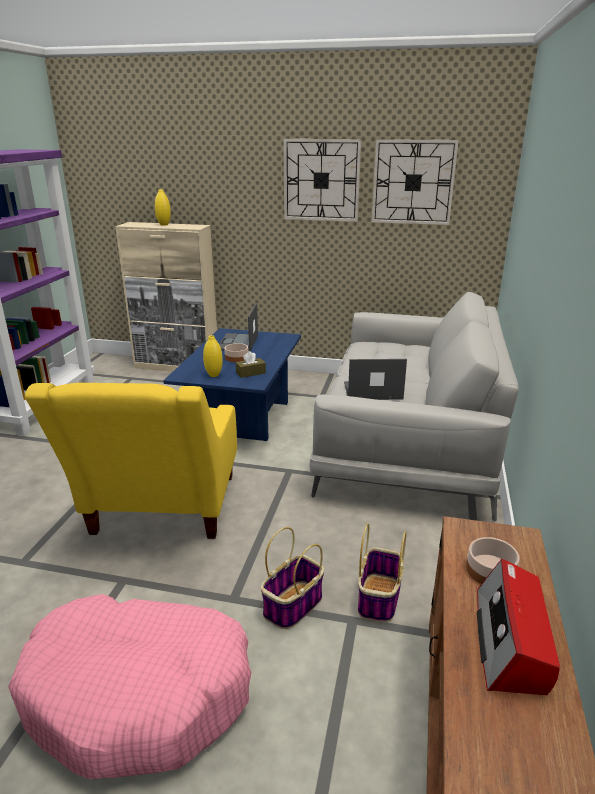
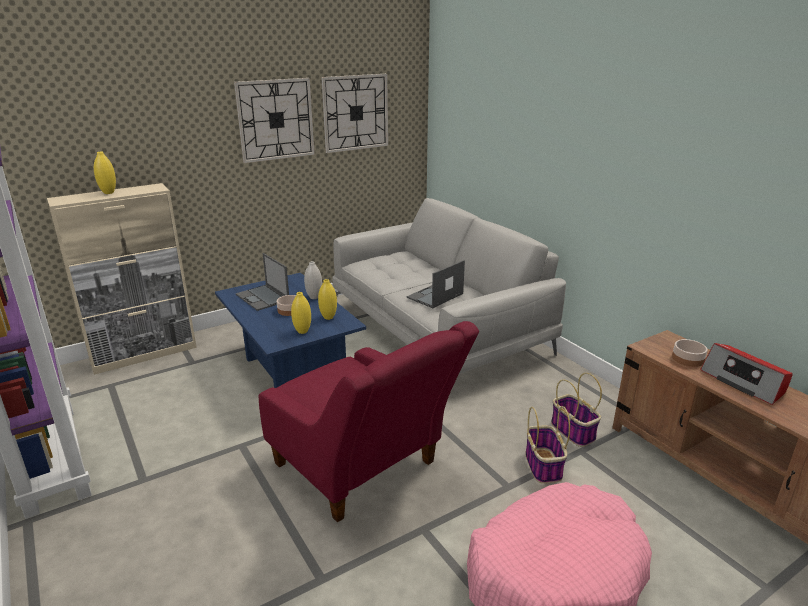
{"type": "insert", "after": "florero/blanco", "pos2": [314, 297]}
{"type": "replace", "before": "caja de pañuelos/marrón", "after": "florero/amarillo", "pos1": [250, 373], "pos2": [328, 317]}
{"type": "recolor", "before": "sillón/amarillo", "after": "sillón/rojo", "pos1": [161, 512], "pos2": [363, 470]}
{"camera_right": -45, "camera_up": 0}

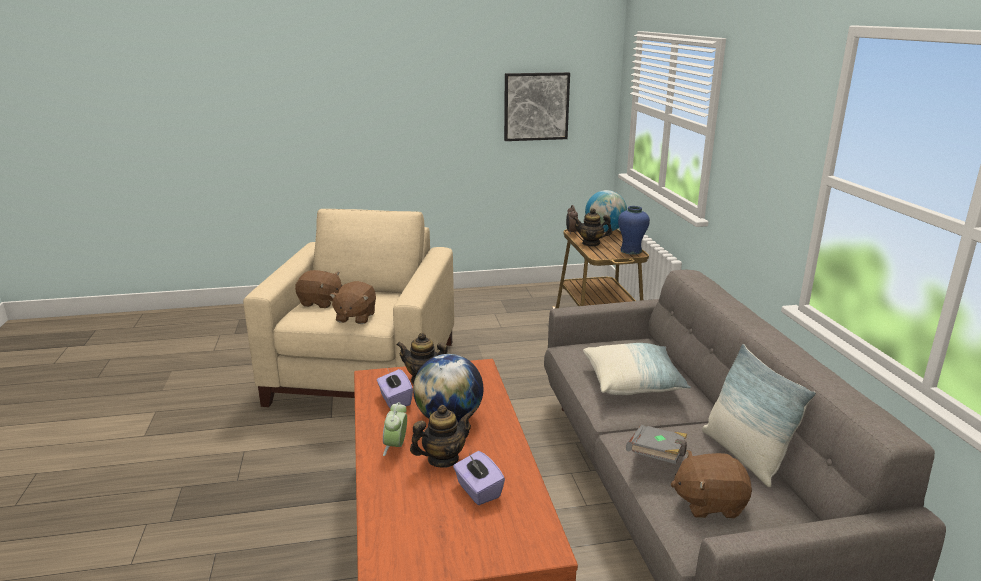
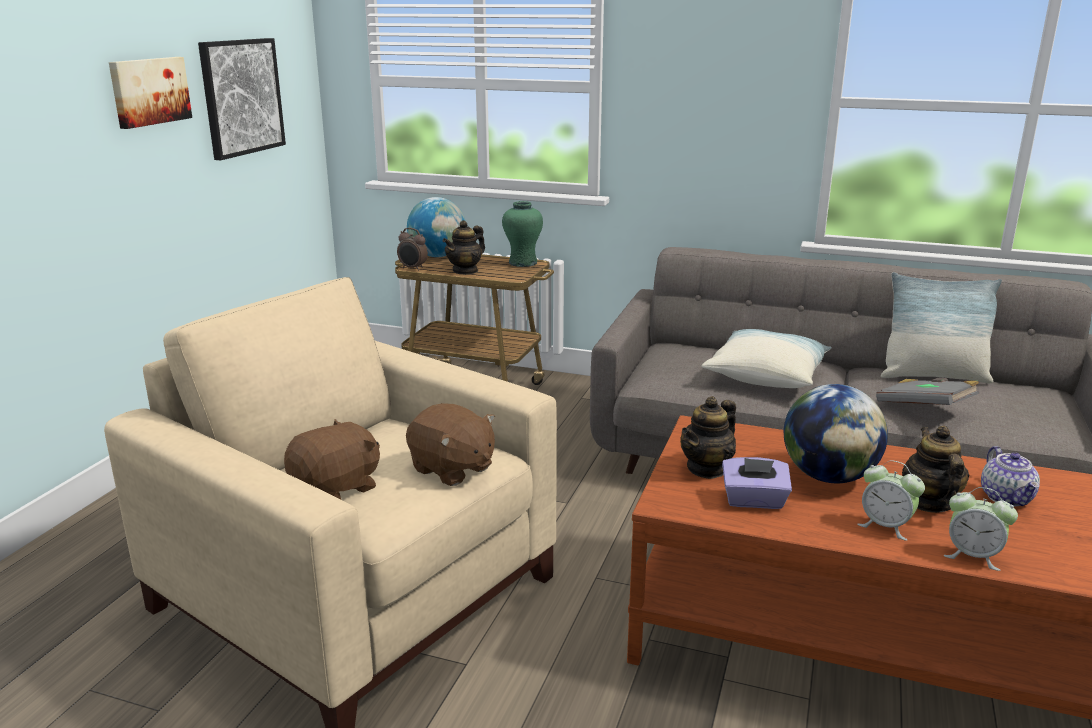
{"type": "delete", "before": "peluche/marrón", "pos1": [709, 503]}
{"type": "insert", "after": "cuadro", "pos2": [149, 91]}
{"type": "insert", "after": "despertador", "pos2": [972, 556]}
{"type": "replace", "before": "caja de pañuelos/morado", "after": "tetera", "pos1": [478, 491], "pos2": [1007, 498]}
{"type": "recolor", "before": "florero/azul", "after": "florero/verde", "pos1": [631, 251], "pos2": [522, 263]}
{"camera_right": -60, "camera_up": 0}

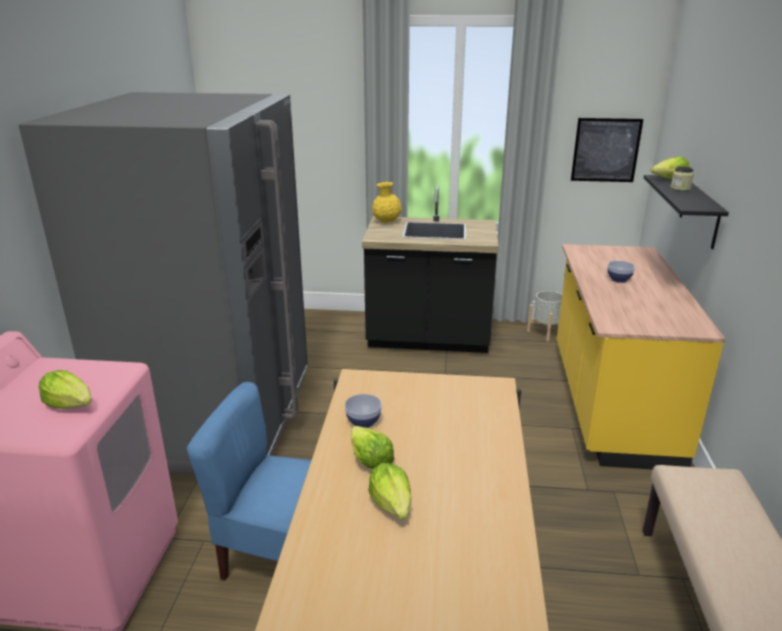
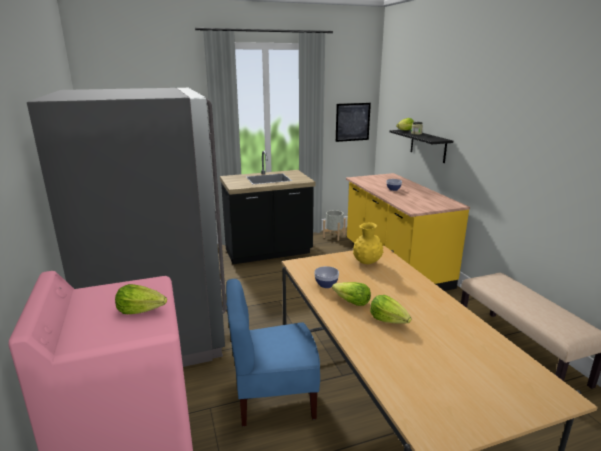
{"type": "move", "before": "florero/amarillo", "pos1": [386, 222], "pos2": [367, 263]}
{"camera_right": -25, "camera_up": -5}

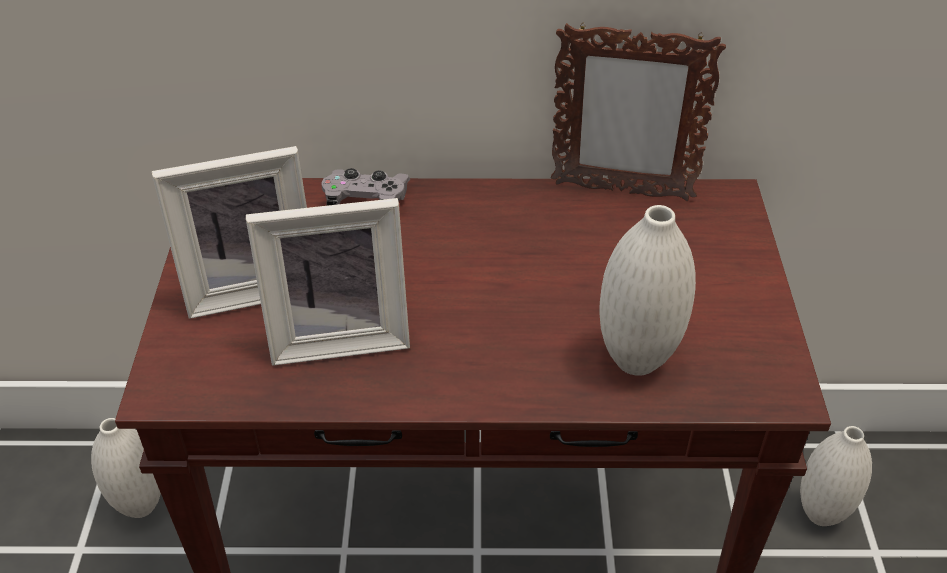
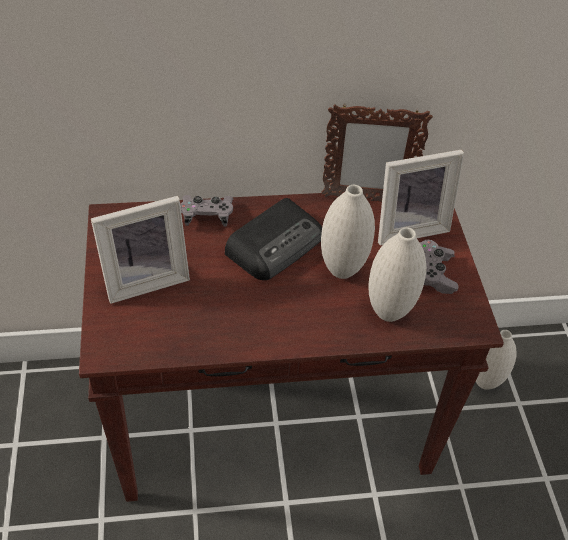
{"type": "insert", "after": "radio", "pos2": [276, 244]}
{"type": "insert", "after": "mando de consola/gris", "pos2": [433, 274]}
{"type": "move", "before": "florero/blanco", "pos1": [140, 506], "pos2": [342, 270]}
{"type": "move", "before": "portarretratos", "pos1": [339, 335], "pos2": [408, 227]}
{"camera_right": -10, "camera_up": 5}

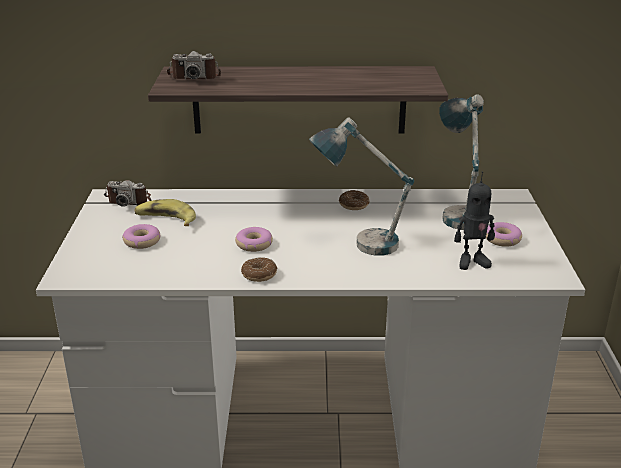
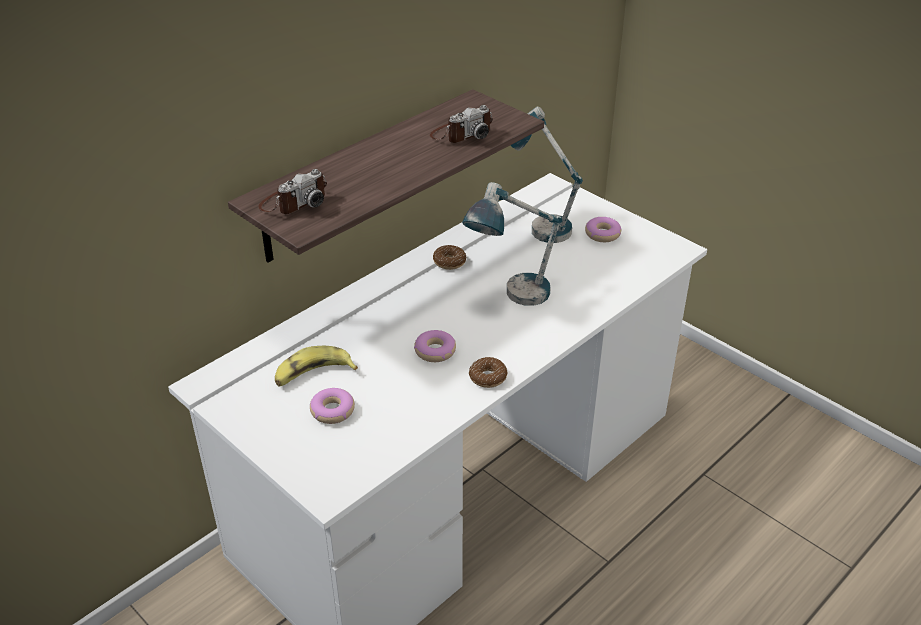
{"type": "delete", "before": "robot de juguete", "pos1": [472, 262]}
{"type": "move", "before": "cámara", "pos1": [130, 200], "pos2": [461, 133]}
{"camera_right": -45, "camera_up": 10}

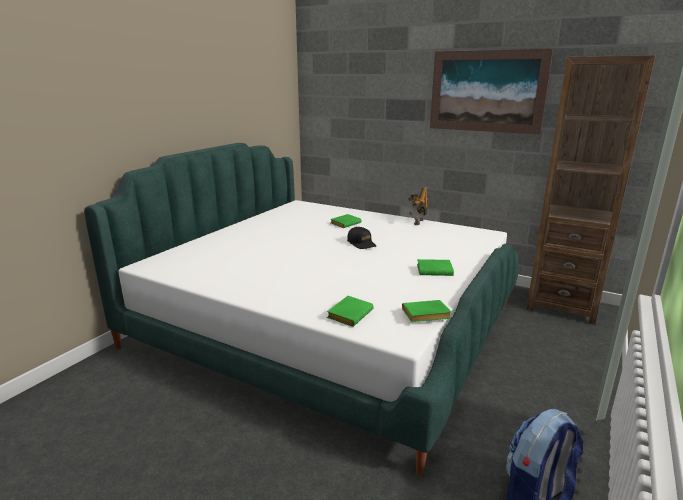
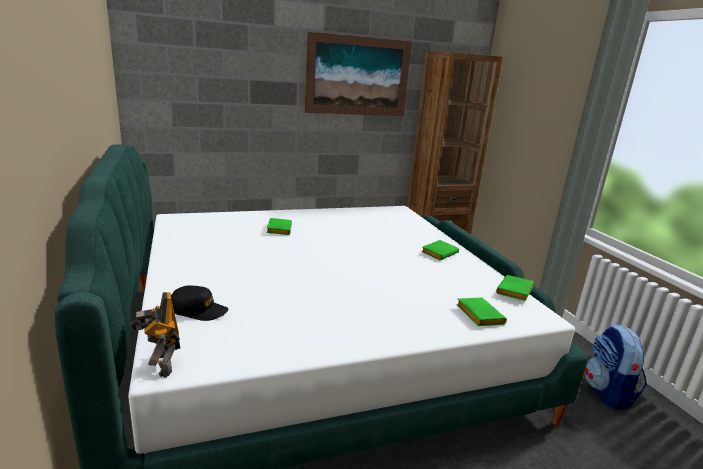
{"type": "move", "before": "gorra/negro", "pos1": [361, 243], "pos2": [198, 310]}
{"type": "move", "before": "robot de juguete", "pos1": [417, 222], "pos2": [162, 365]}
{"camera_right": -50, "camera_up": 0}

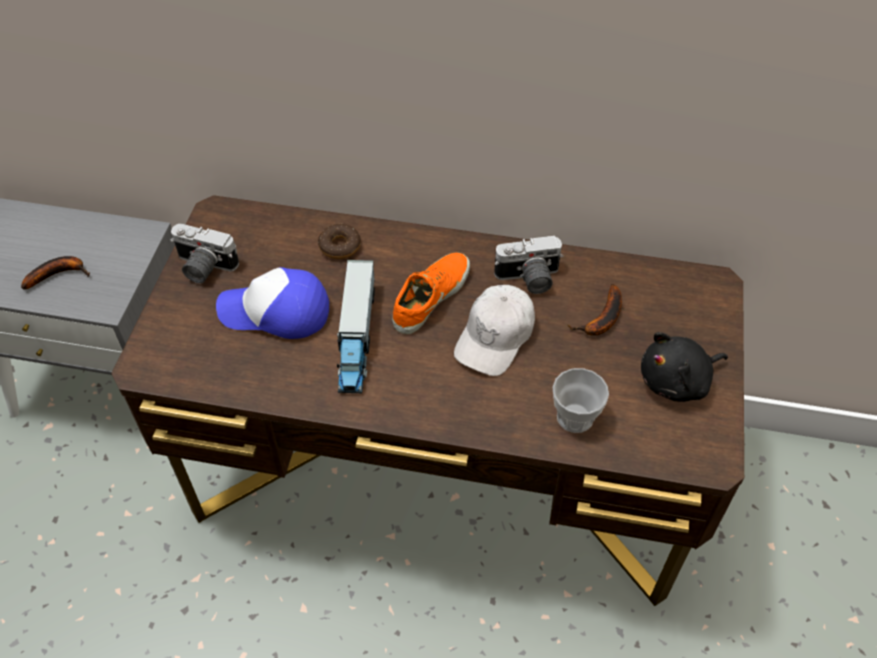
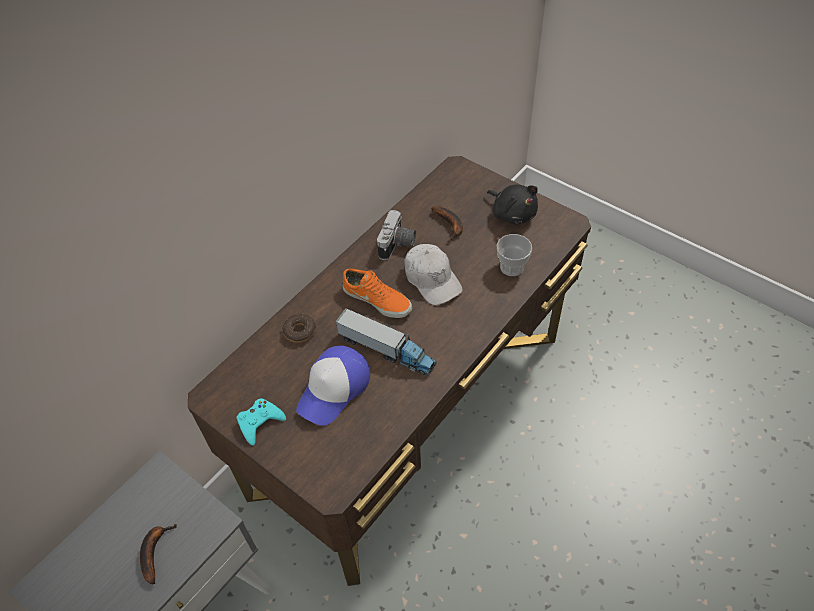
{"type": "replace", "before": "cámara", "after": "mando de consola/turquesa", "pos1": [202, 267], "pos2": [260, 422]}
{"type": "rotate", "before": "zapato/naranja", "pos1": [429, 296], "pos2": [378, 299], "turn": 150}
{"type": "rotate", "before": "peluche/negro", "pos1": [677, 381], "pos2": [512, 213], "turn": -45}
{"camera_right": -60, "camera_up": 0}

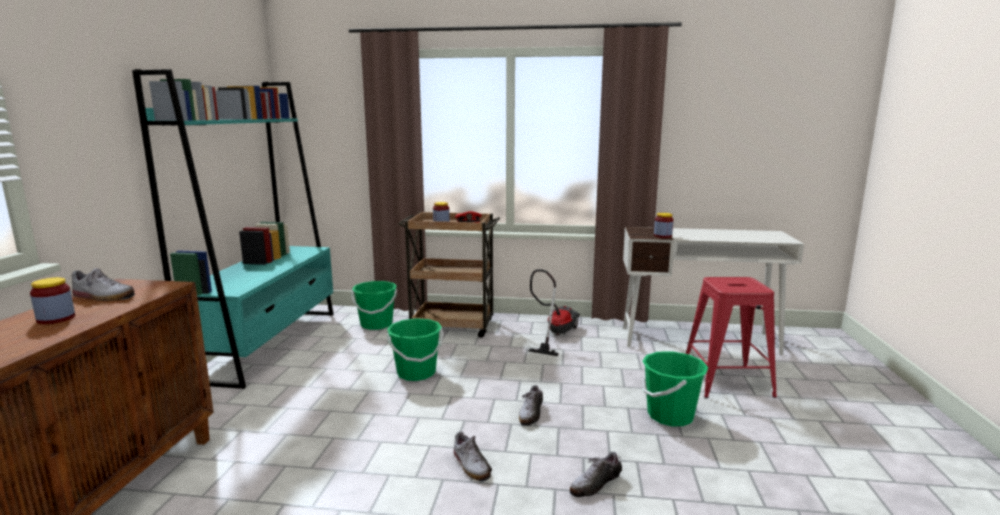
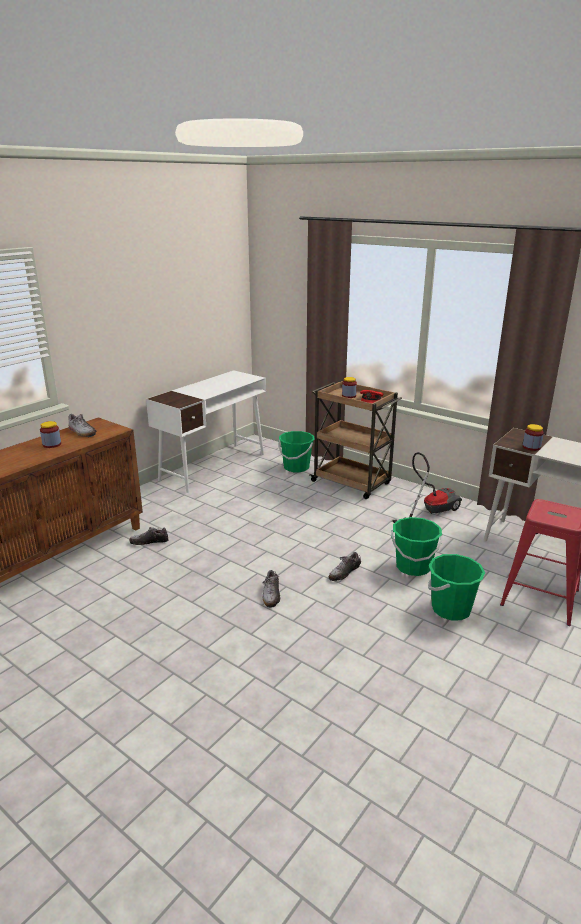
{"type": "move", "before": "cubo/verde", "pos1": [416, 373], "pos2": [413, 567]}
{"type": "move", "before": "zapato", "pos1": [595, 484], "pos2": [149, 542]}
{"type": "replace", "before": "estantería/turquesa", "after": "escritorio/blanco", "pos1": [269, 344], "pos2": [213, 466]}
{"camera_right": 30, "camera_up": 10}

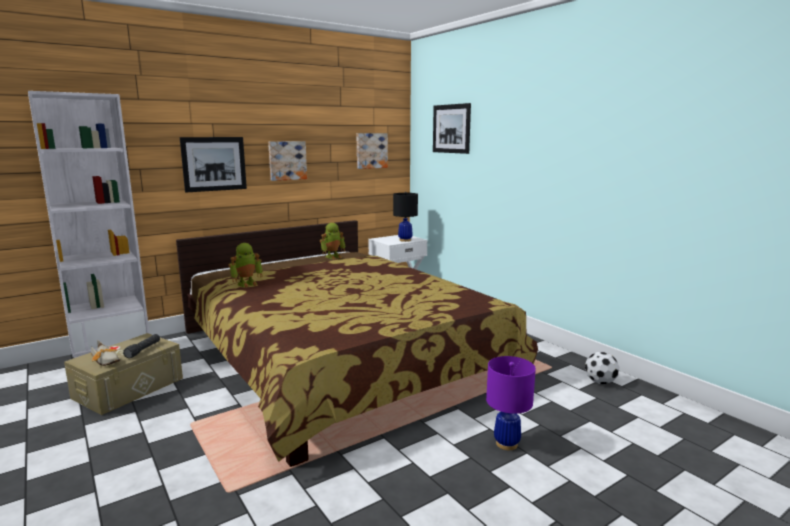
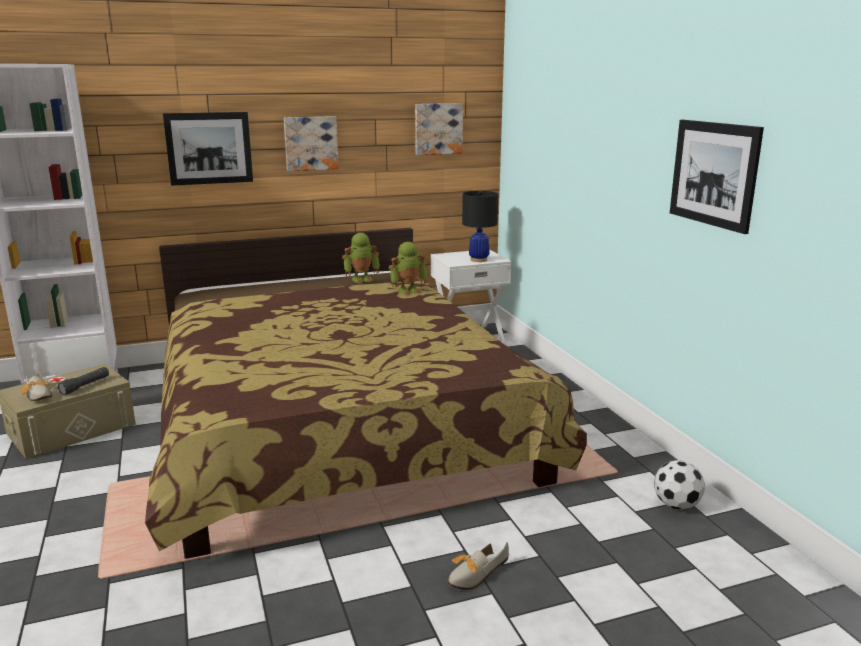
{"type": "move", "before": "robot de juguete", "pos1": [247, 283], "pos2": [408, 290]}
{"type": "move", "before": "cuadro", "pos1": [451, 128], "pos2": [713, 174]}
{"type": "replace", "before": "lámpara de mesa/morado", "after": "zapato", "pos1": [507, 444], "pos2": [473, 575]}
{"camera_right": 15, "camera_up": 5}

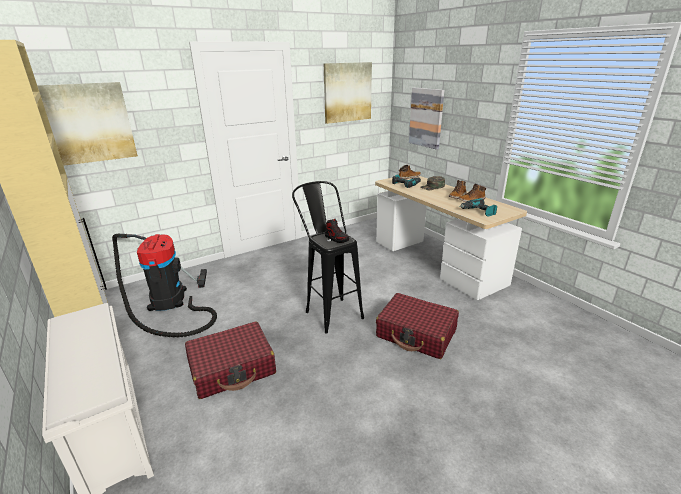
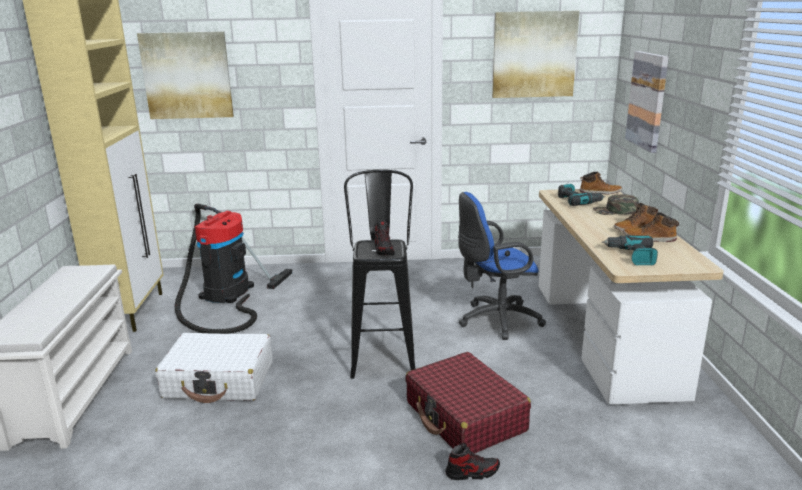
{"type": "insert", "after": "zapato", "pos2": [472, 472]}
{"type": "insert", "after": "silla de oficina/azul", "pos2": [495, 320]}
{"type": "recolor", "before": "maleta/rojo", "after": "maleta/blanco", "pos1": [232, 368], "pos2": [219, 380]}
{"camera_right": 30, "camera_up": -5}

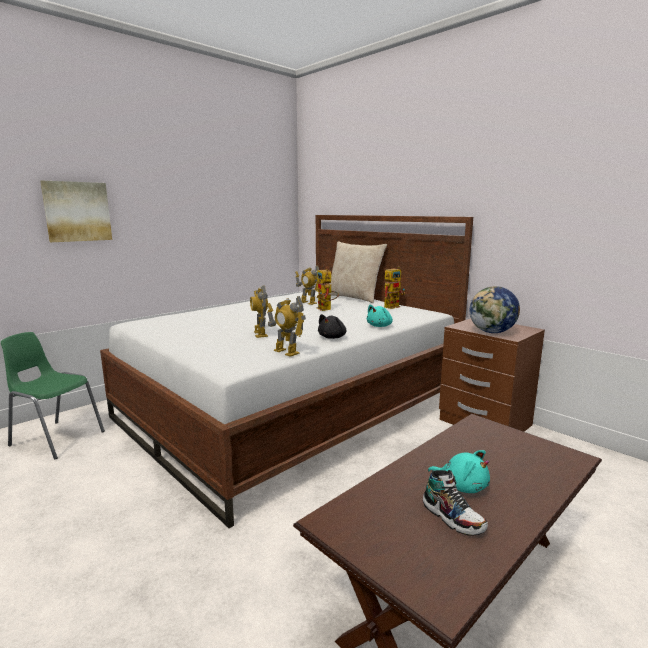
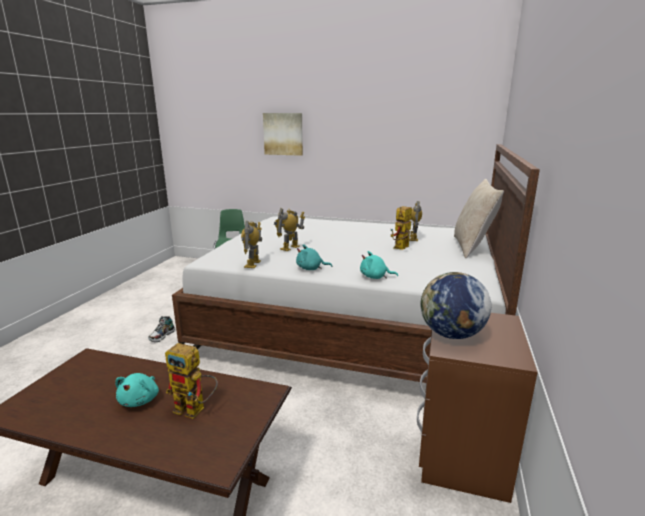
{"type": "move", "before": "robot de juguete", "pos1": [393, 306], "pos2": [195, 409]}
{"type": "move", "before": "zapato", "pos1": [453, 517], "pos2": [162, 336]}
{"type": "recolor", "before": "peluche/negro", "after": "peluche/turquesa", "pos1": [333, 337], "pos2": [311, 269]}
{"camera_right": 60, "camera_up": 5}

